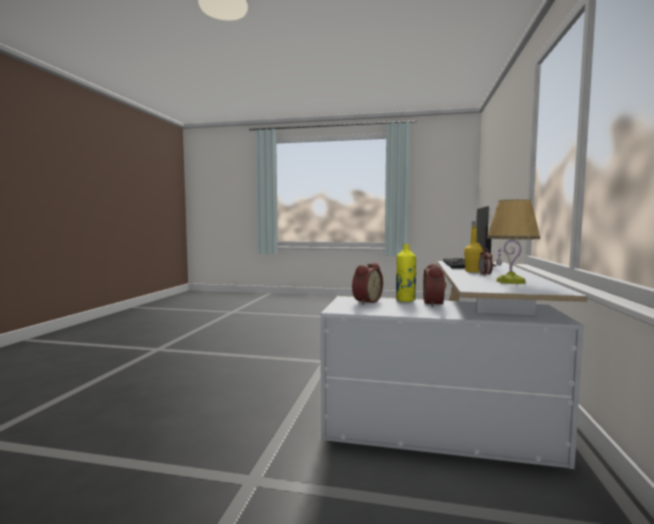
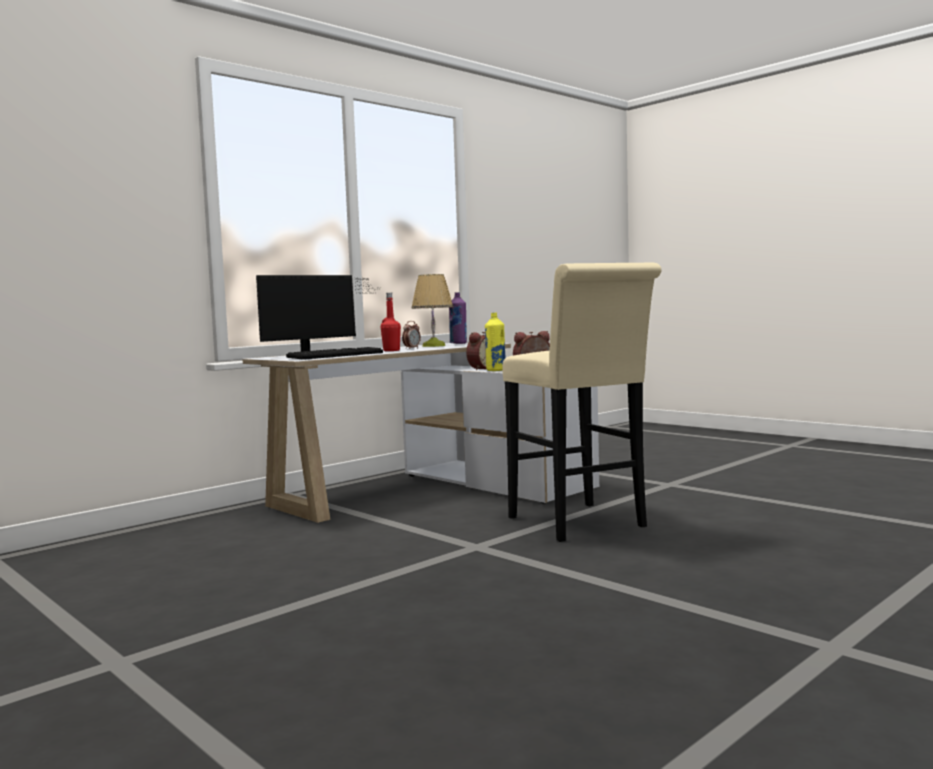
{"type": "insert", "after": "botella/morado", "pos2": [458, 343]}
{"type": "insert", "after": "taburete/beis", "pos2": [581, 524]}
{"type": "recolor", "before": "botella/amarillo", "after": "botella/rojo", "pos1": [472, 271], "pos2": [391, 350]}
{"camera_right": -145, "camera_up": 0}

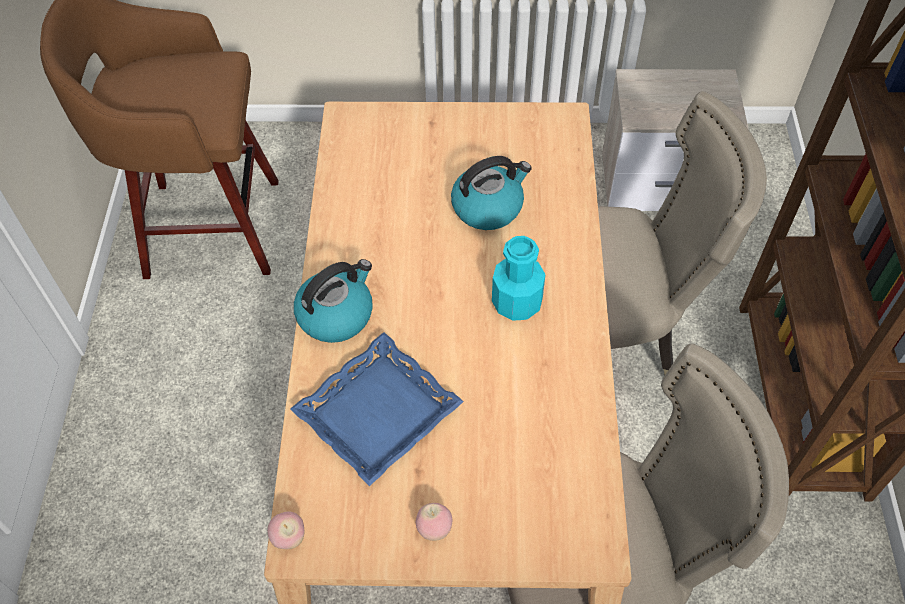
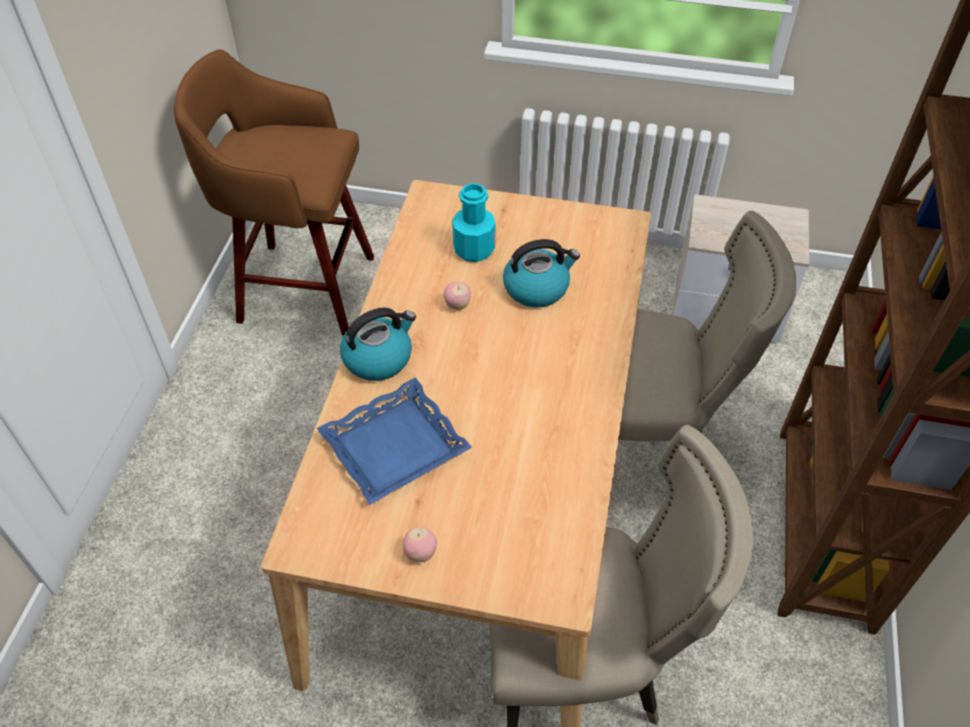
{"type": "move", "before": "manzana", "pos1": [289, 538], "pos2": [457, 305]}
{"type": "move", "before": "botella/turquesa", "pos1": [516, 303], "pos2": [474, 249]}
{"camera_right": 10, "camera_up": -5}

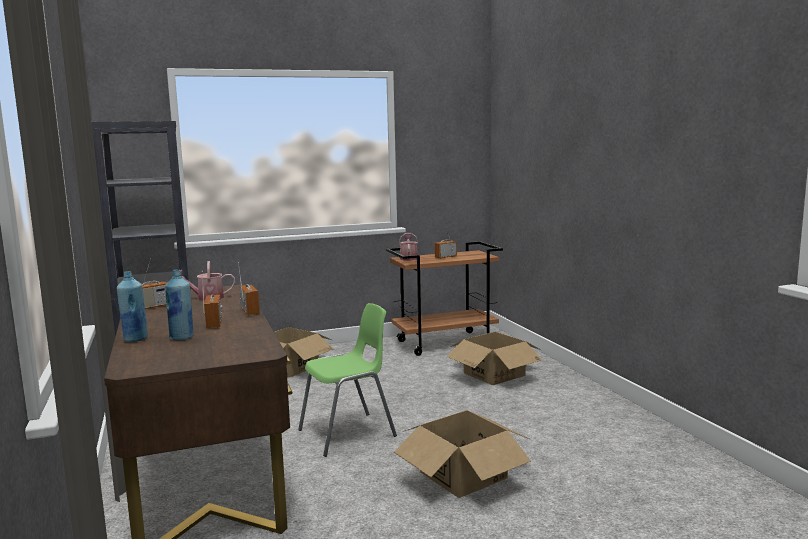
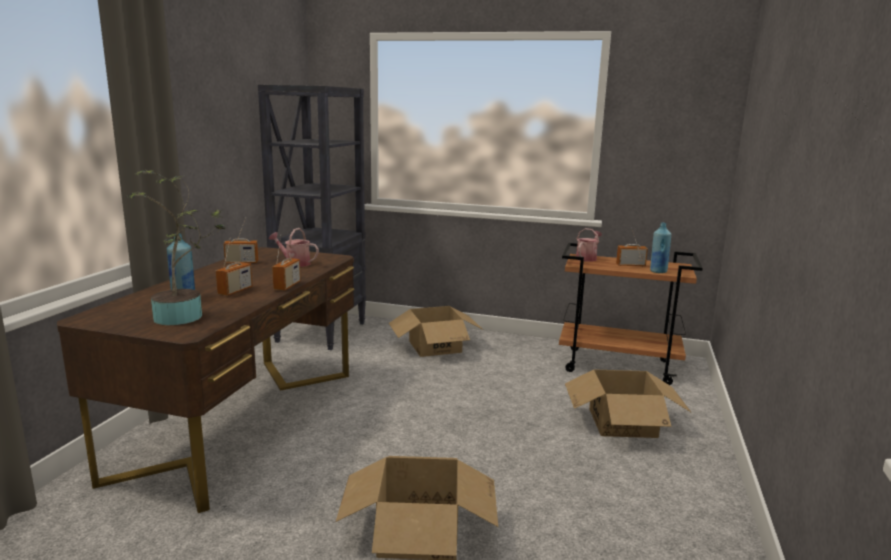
{"type": "delete", "before": "silla/verde", "pos1": [348, 433]}
{"type": "insert", "after": "planta en maceta", "pos2": [184, 316]}
{"type": "move", "before": "botella/azul", "pos1": [135, 339], "pos2": [658, 271]}
{"camera_right": 35, "camera_up": 5}

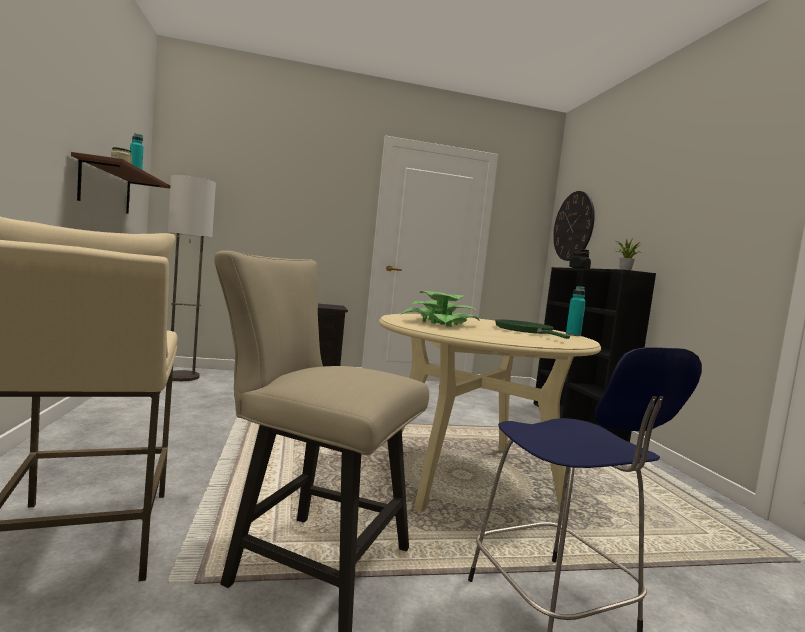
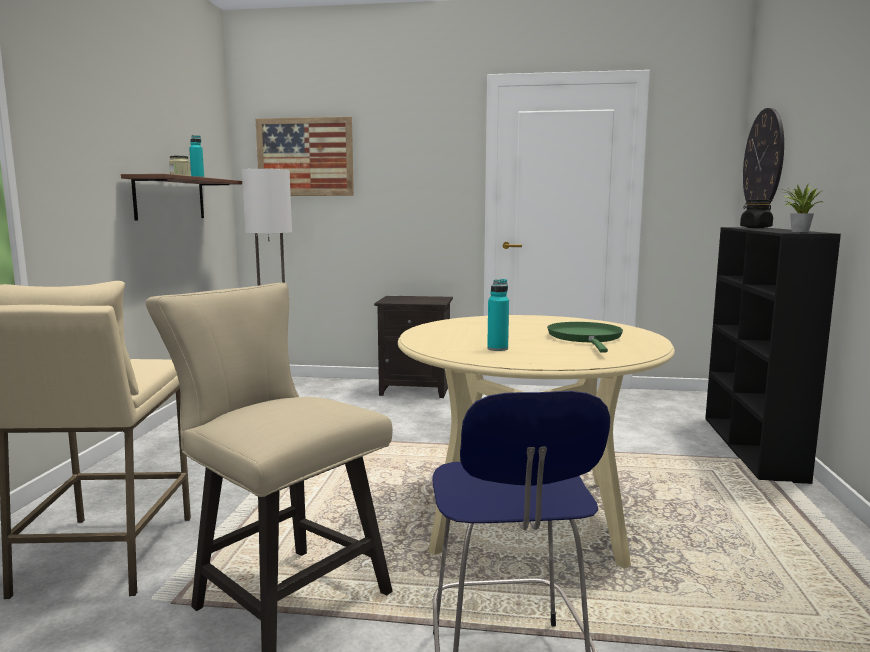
{"type": "delete", "before": "planta en maceta", "pos1": [440, 323]}
{"type": "insert", "after": "cuadro", "pos2": [305, 157]}
{"type": "move", "before": "botella/turquesa", "pos1": [573, 335], "pos2": [497, 349]}
{"camera_right": 20, "camera_up": 5}

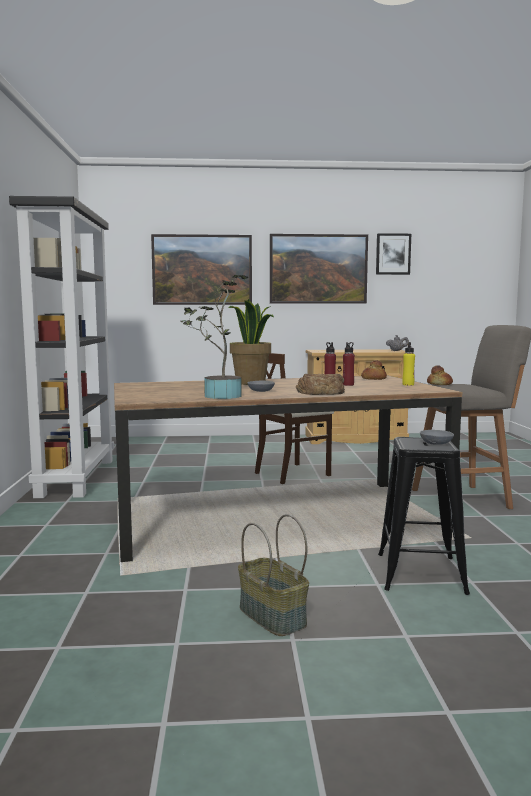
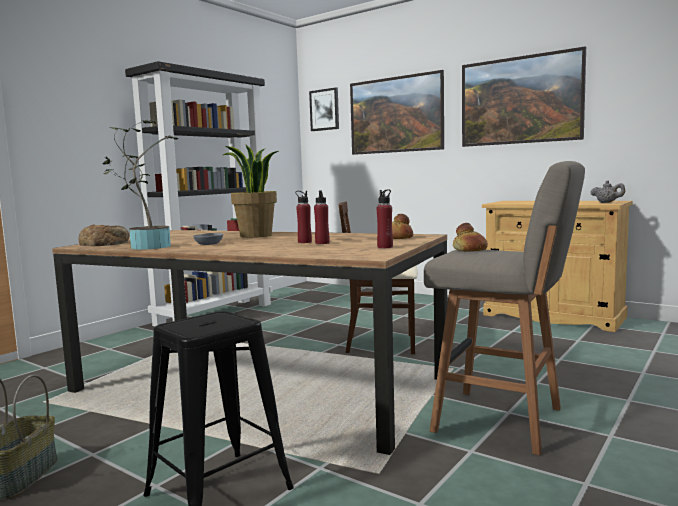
{"type": "delete", "before": "cuenco/gris", "pos1": [437, 443]}
{"type": "move", "before": "pan", "pos1": [321, 392], "pos2": [104, 243]}
{"type": "move", "before": "cuadro", "pos1": [393, 254], "pos2": [324, 110]}
{"type": "recolor", "before": "botella/amarillo", "after": "botella/rojo", "pos1": [408, 384], "pos2": [385, 247]}
{"camera_right": 40, "camera_up": 0}

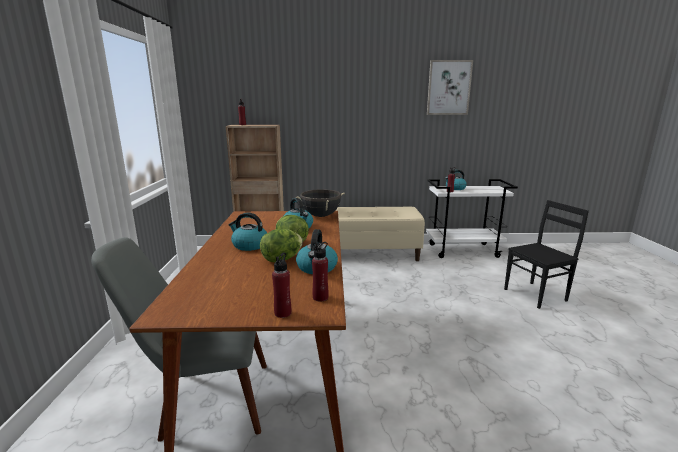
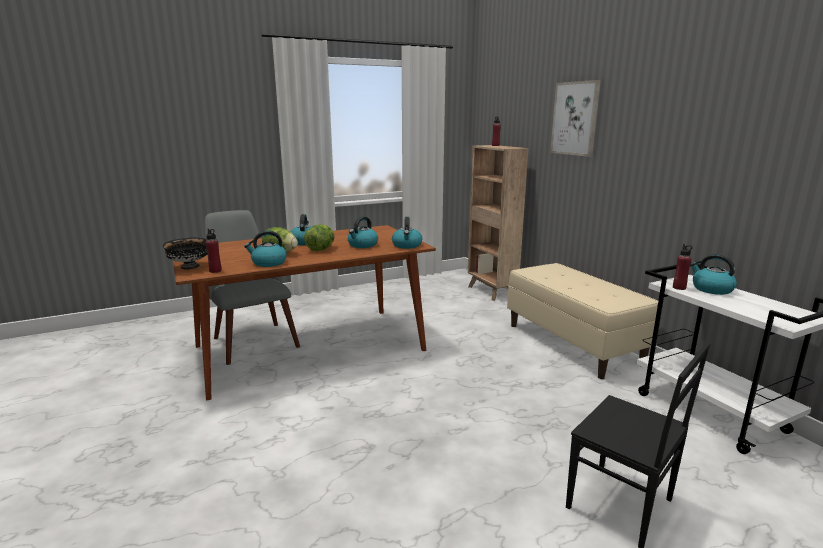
{"type": "move", "before": "cuadro", "pos1": [449, 88], "pos2": [575, 118]}
{"type": "replace", "before": "botella/rojo", "after": "cuenco/negro", "pos1": [283, 313], "pos2": [190, 267]}
{"type": "replace", "before": "olla/negro", "after": "hervidor", "pos1": [321, 216], "pos2": [407, 245]}
{"camera_right": 65, "camera_up": 0}

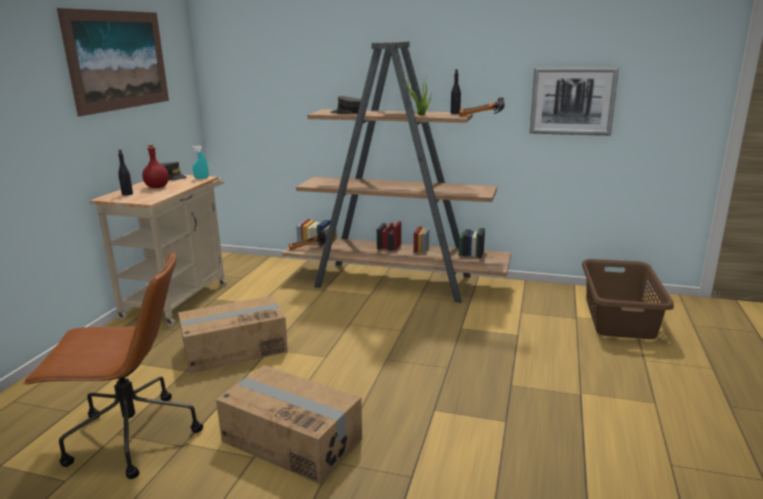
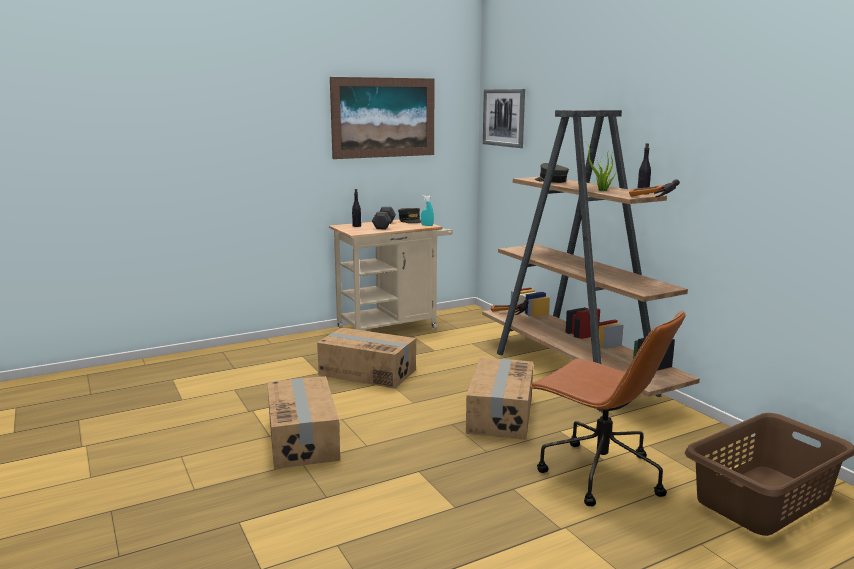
{"type": "insert", "after": "caja de cartón", "pos2": [499, 414]}
{"type": "move", "before": "silla de oficina/marrón", "pos1": [131, 437], "pos2": [598, 474]}
{"type": "move", "before": "cuadro", "pos1": [572, 101], "pos2": [504, 117]}
{"type": "replace", "before": "botella/rojo", "after": "mancuerna/gris", "pos1": [156, 187], "pos2": [384, 225]}
{"camera_right": 45, "camera_up": -5}

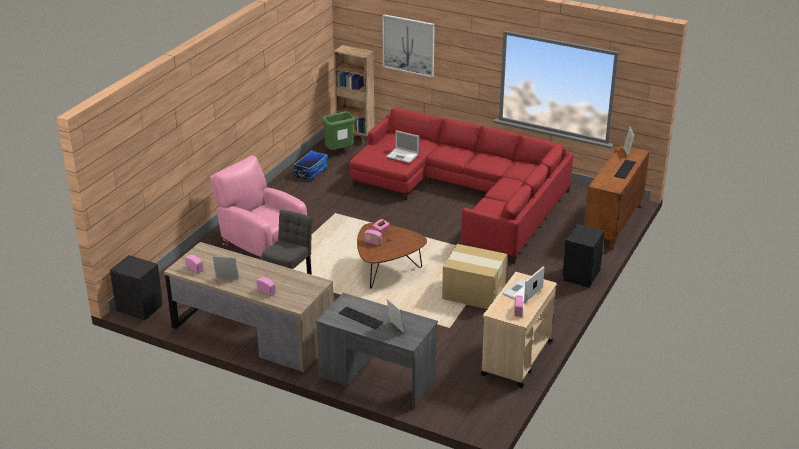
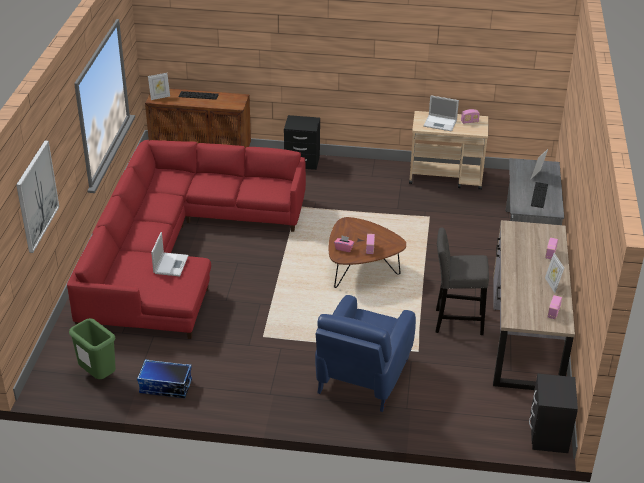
{"type": "delete", "before": "estantería/marrón", "pos1": [355, 137]}
{"type": "delete", "before": "caja de cartón", "pos1": [474, 293]}
{"type": "recolor", "before": "sillón/rosa", "after": "sillón/azul", "pos1": [261, 244], "pos2": [362, 378]}
{"camera_right": -110, "camera_up": 5}

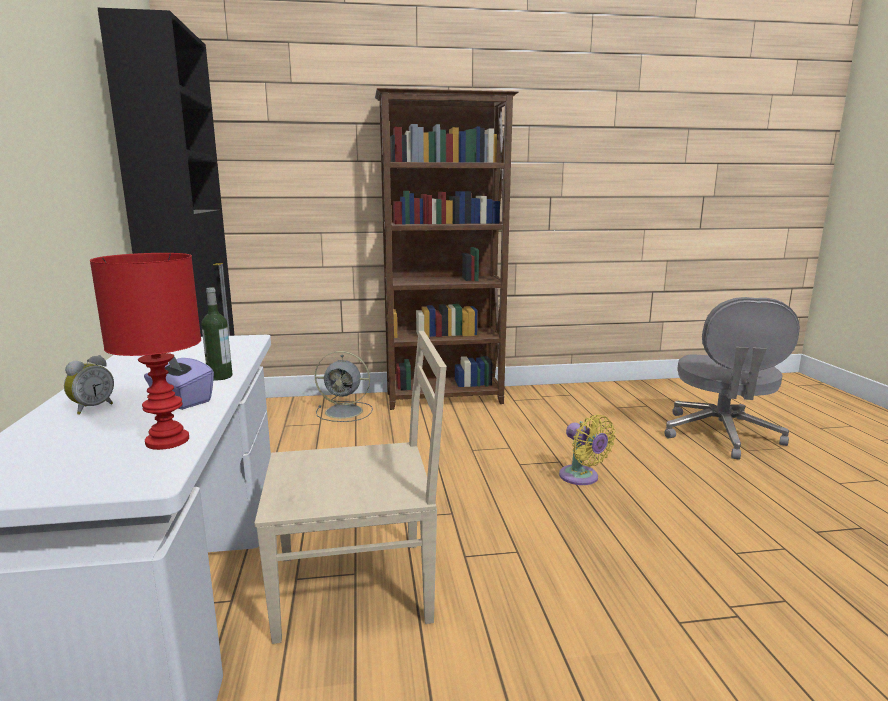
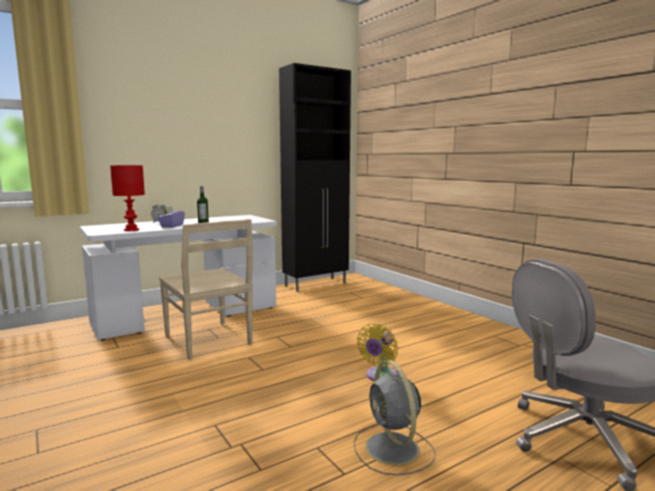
{"type": "delete", "before": "estantería/marrón", "pos1": [445, 399]}
{"type": "move", "before": "ventilador/gris", "pos1": [345, 411], "pos2": [393, 449]}
{"camera_right": 65, "camera_up": -5}

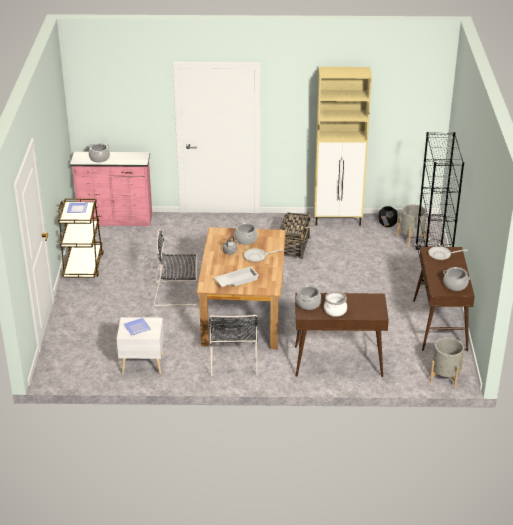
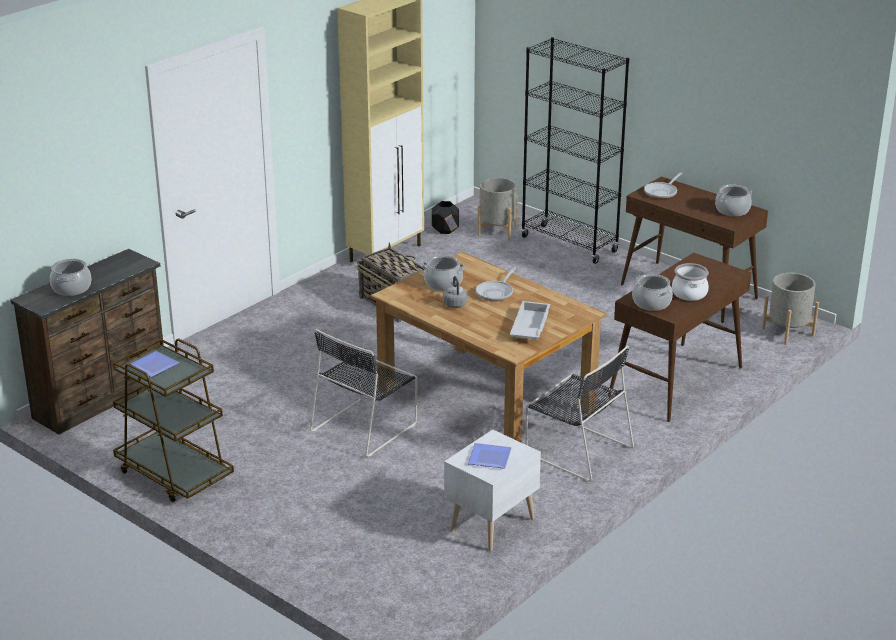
{"type": "recolor", "before": "cómoda/rosa", "after": "cómoda/marrón", "pos1": [116, 220], "pos2": [102, 399]}
{"camera_right": -50, "camera_up": -5}

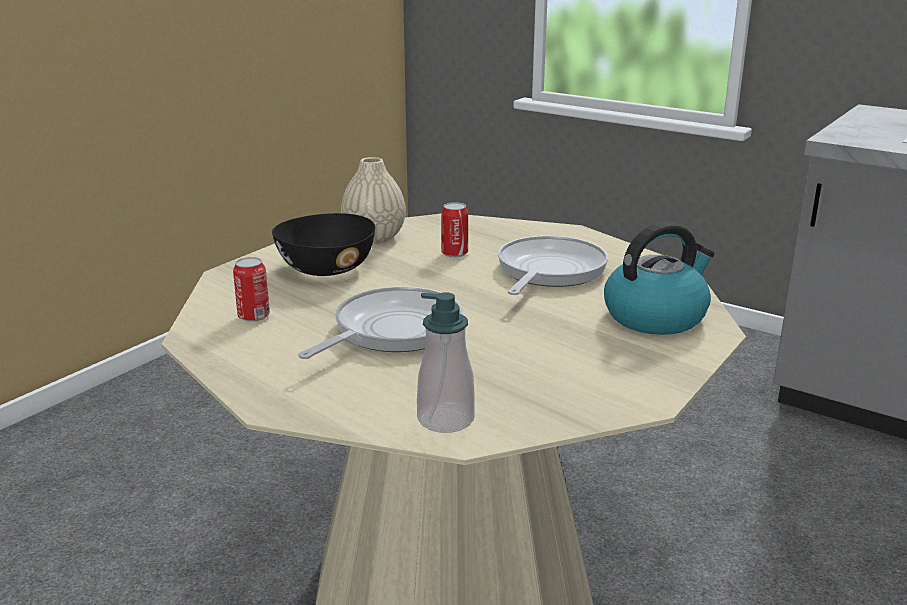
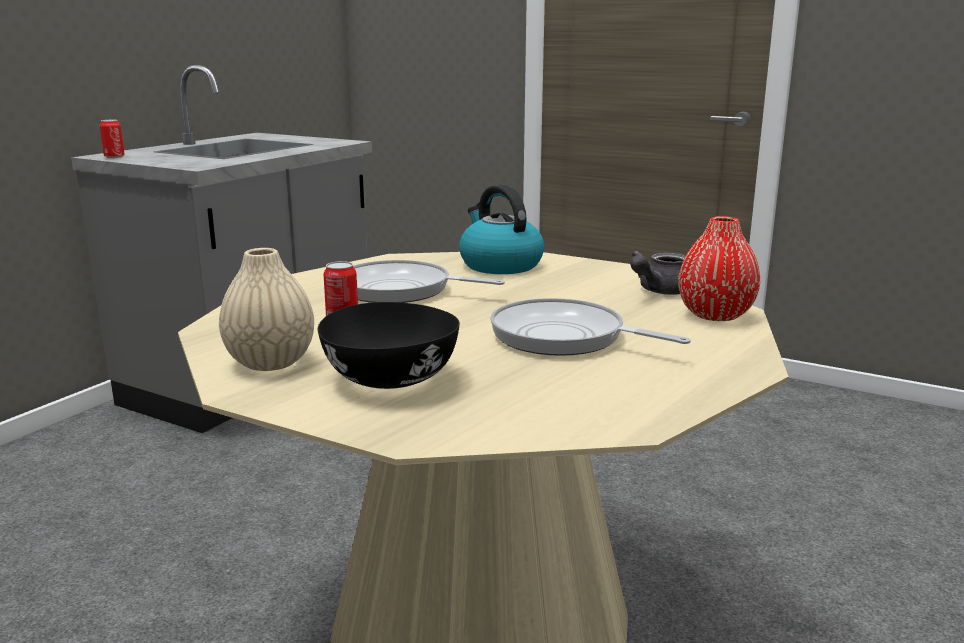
{"type": "insert", "after": "tetera/gris", "pos2": [659, 291]}
{"type": "move", "before": "lata", "pos1": [254, 316], "pos2": [114, 157]}
{"type": "replace", "before": "dispensador de jabón", "after": "florero/rojo", "pos1": [445, 419], "pos2": [715, 314]}
{"camera_right": -95, "camera_up": -5}

